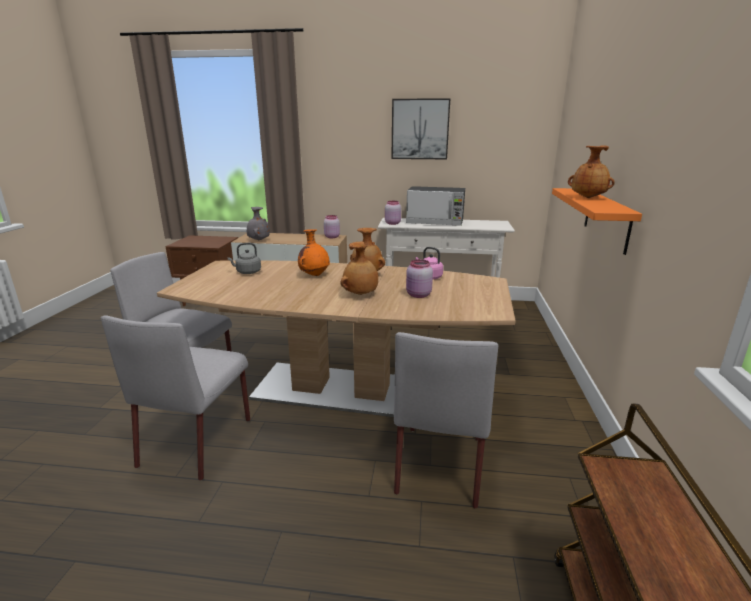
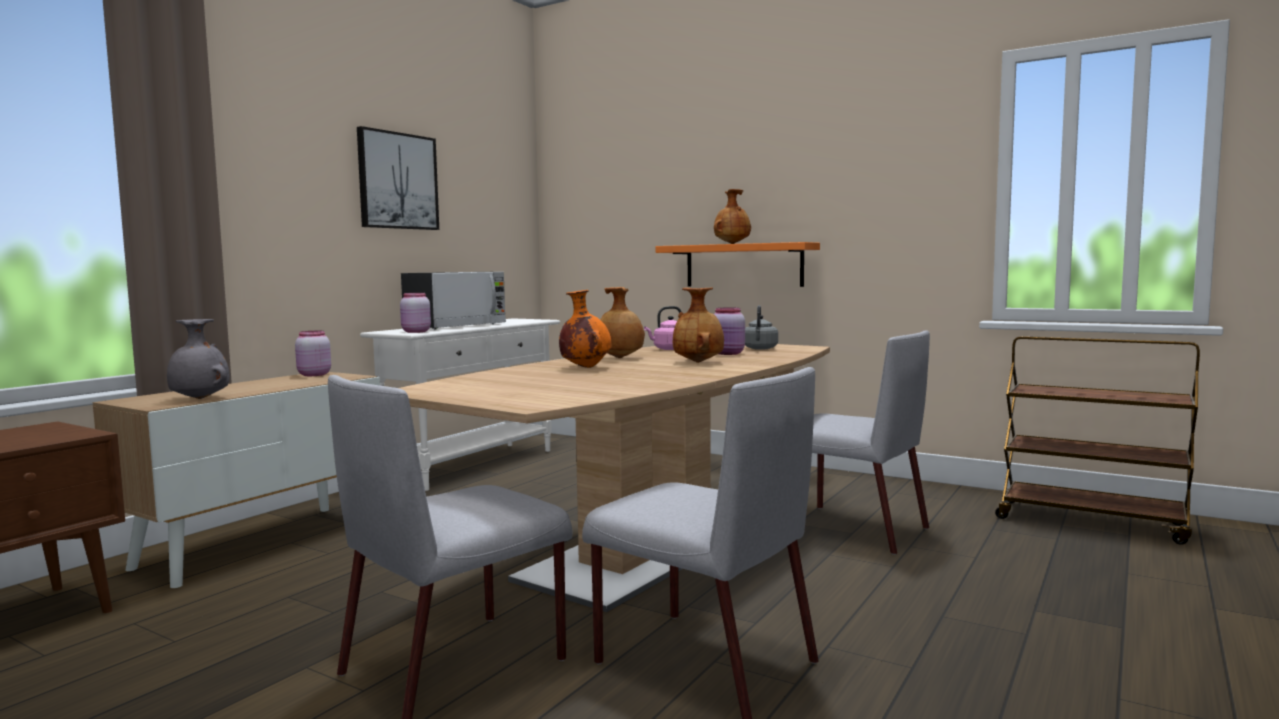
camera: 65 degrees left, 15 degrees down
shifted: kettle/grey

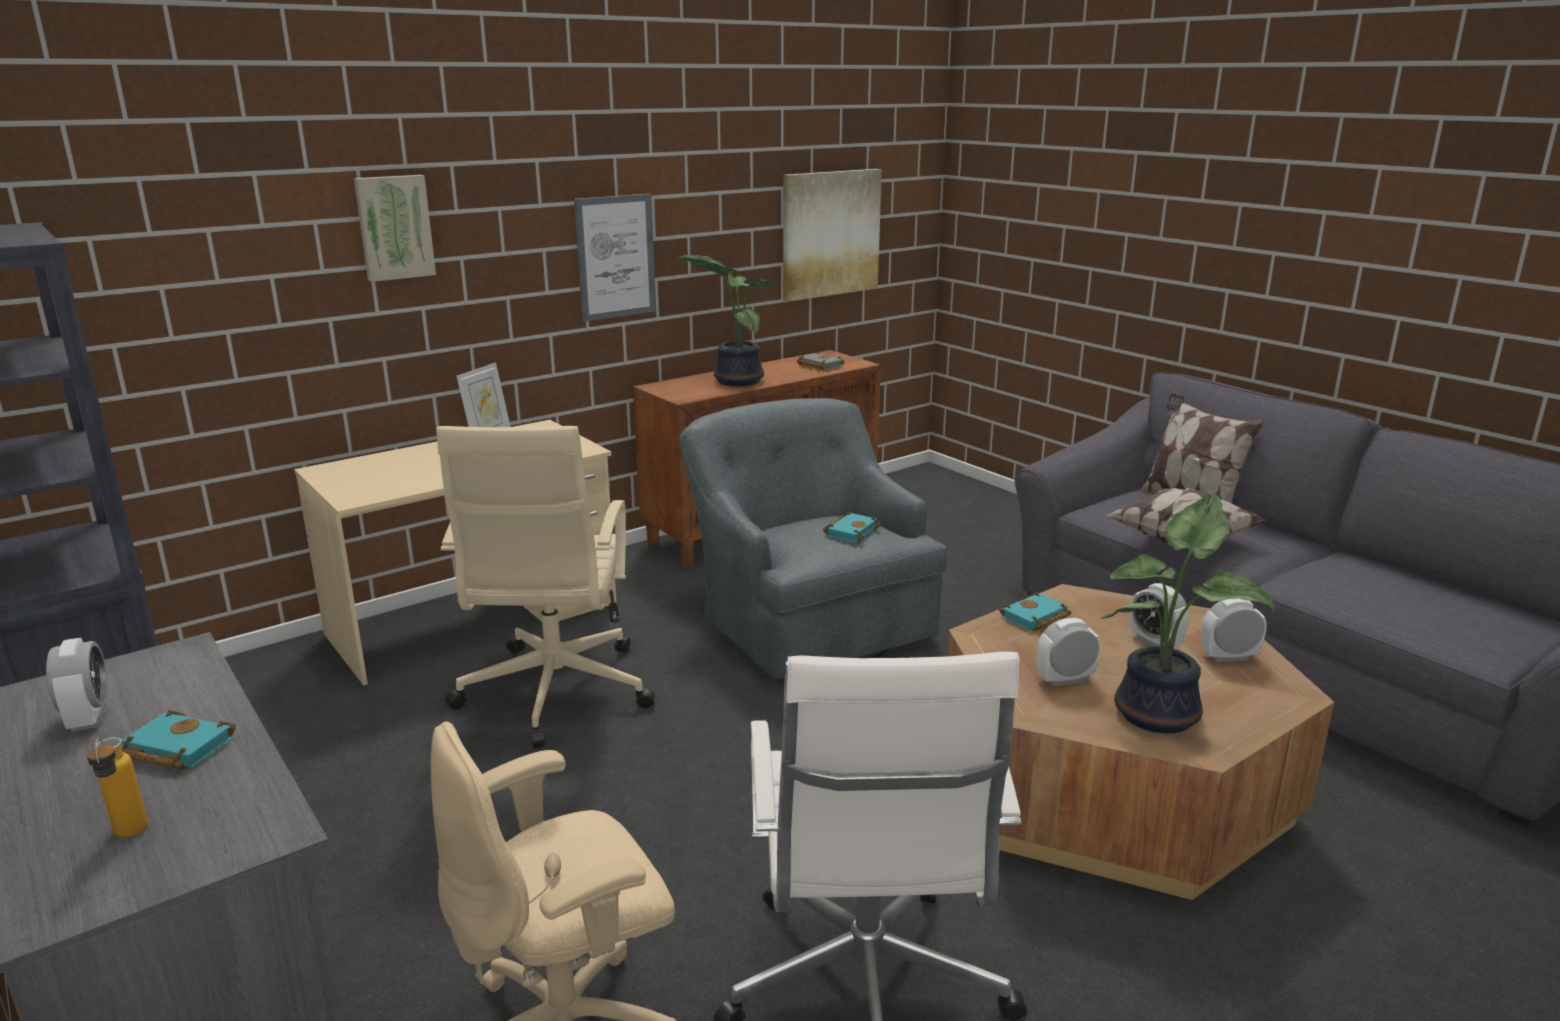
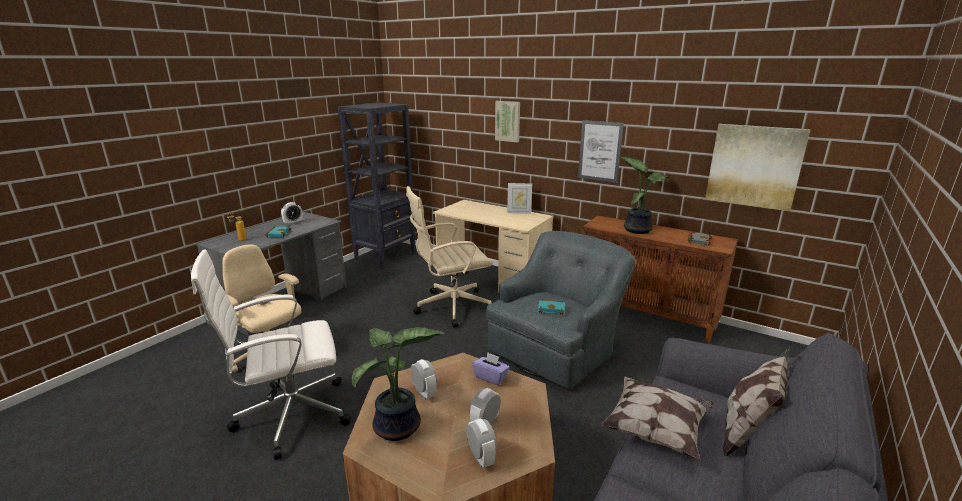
camera: 70 degrees right, 0 degrees up
swapped: book/turquoise (no. 3 from left) to tissue box/purple

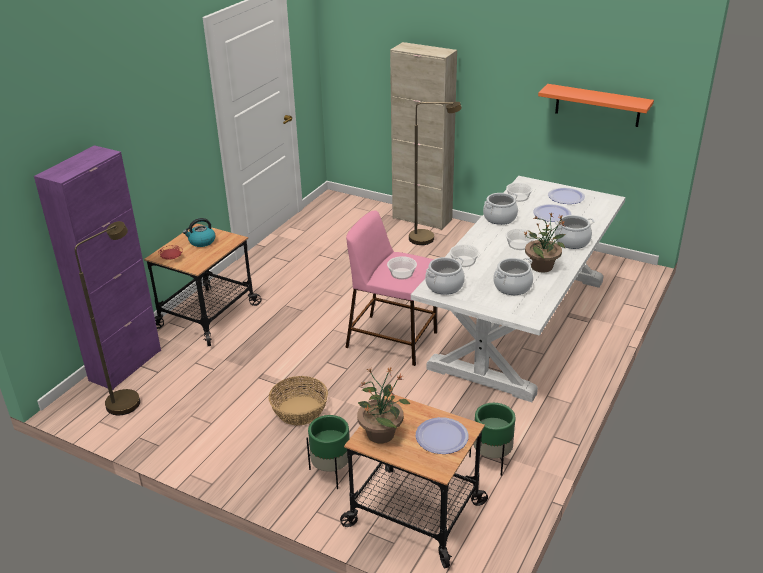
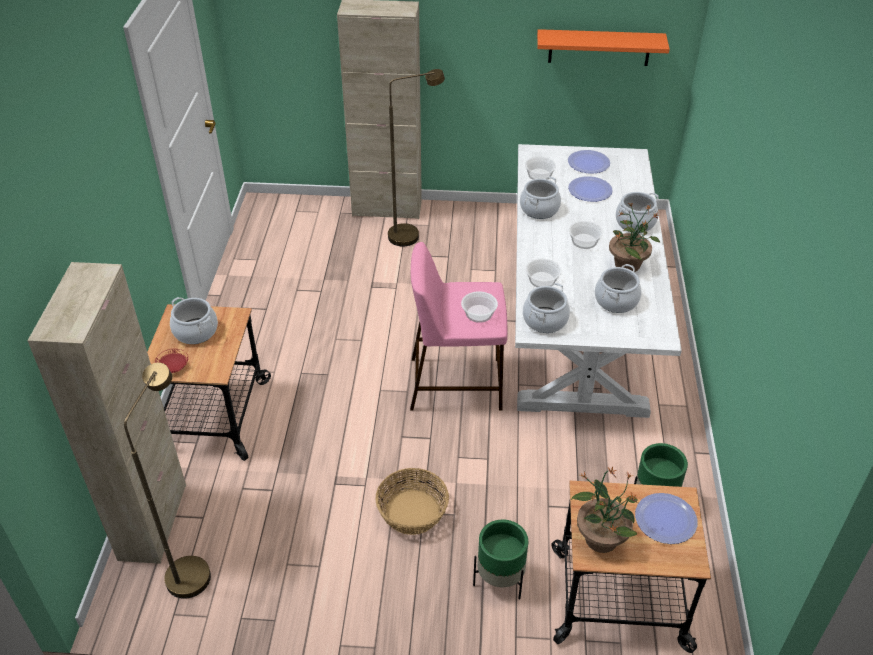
camera: 25 degrees left, 10 degrees up
swapped: kettle to cooking pot (no. 1 from left)
repainted: cabinet/purple to cabinet/beige (no. 1 from left)

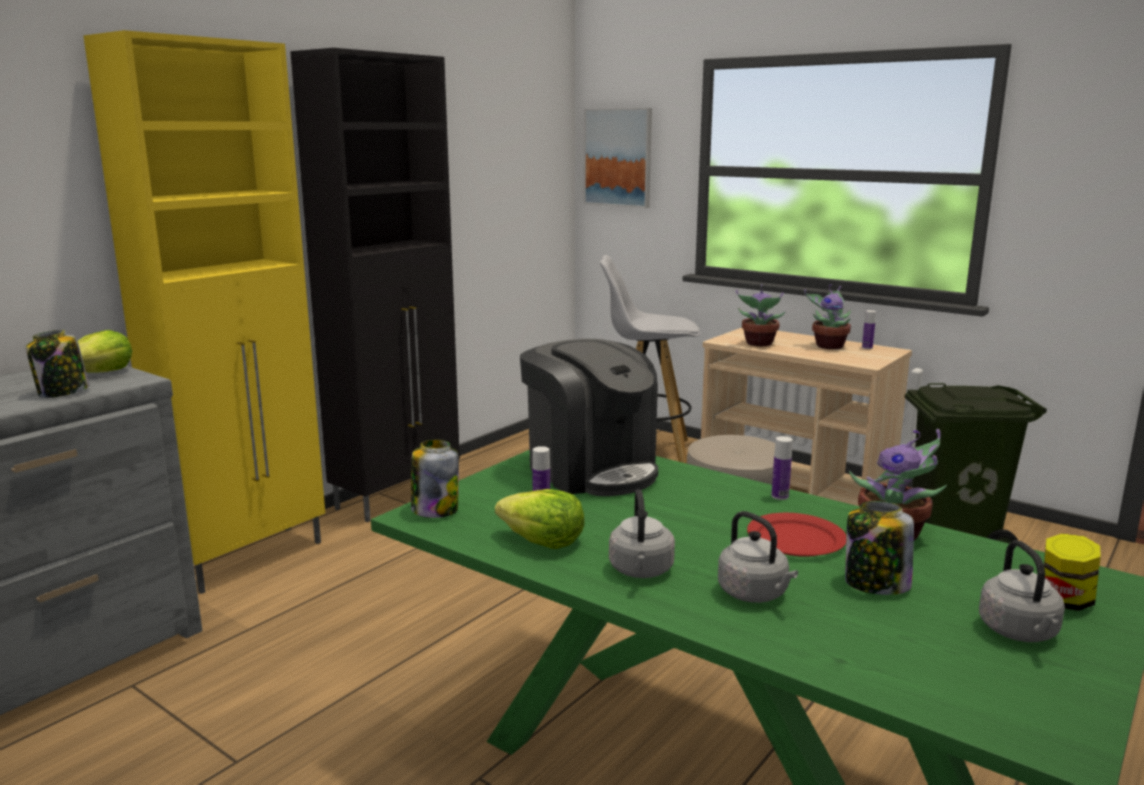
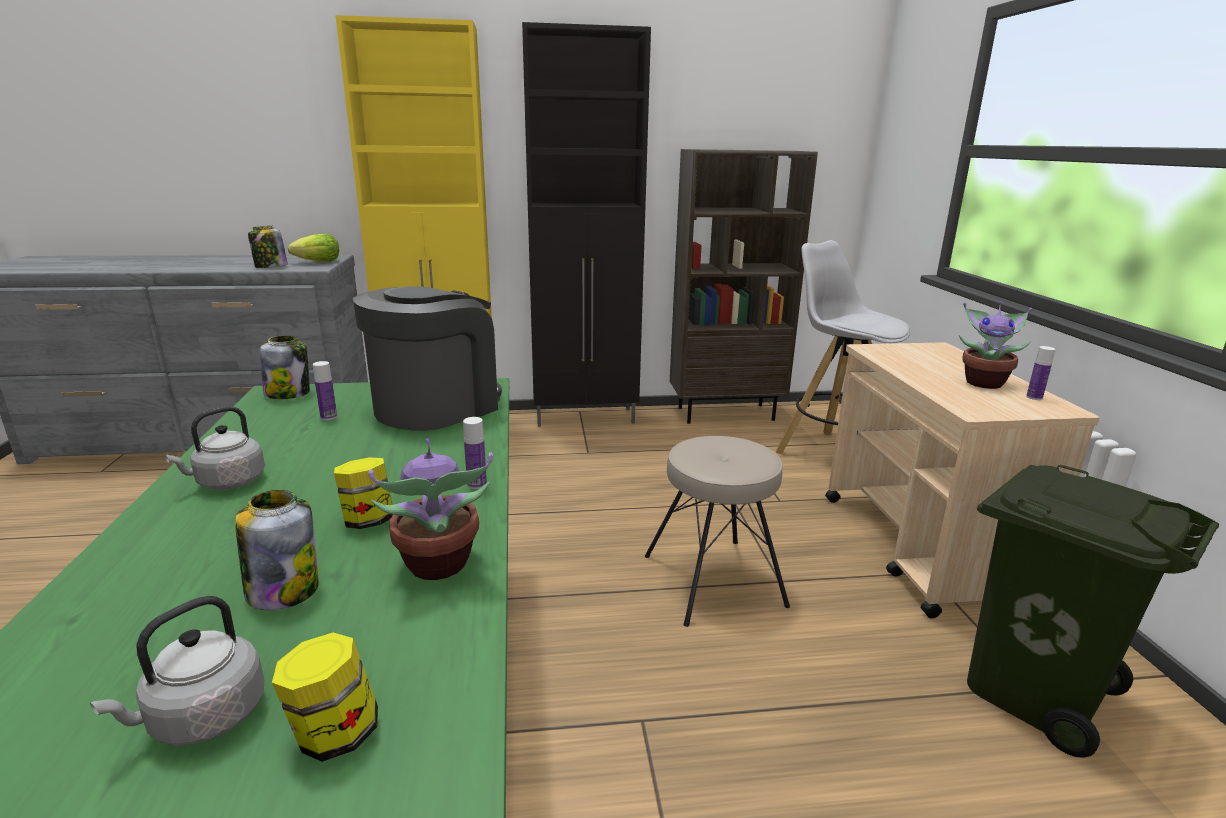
camera: 45 degrees right, 5 degrees up
gone: lettuce (no. 2 from left); picture; kettle/grey (no. 2 from left); potted plant (no. 1 from left)
new: bookcase/brown
swapped: plate/red to jar (no. 5 from left)
rotated: coffee machine 150 degrees counterclockwise

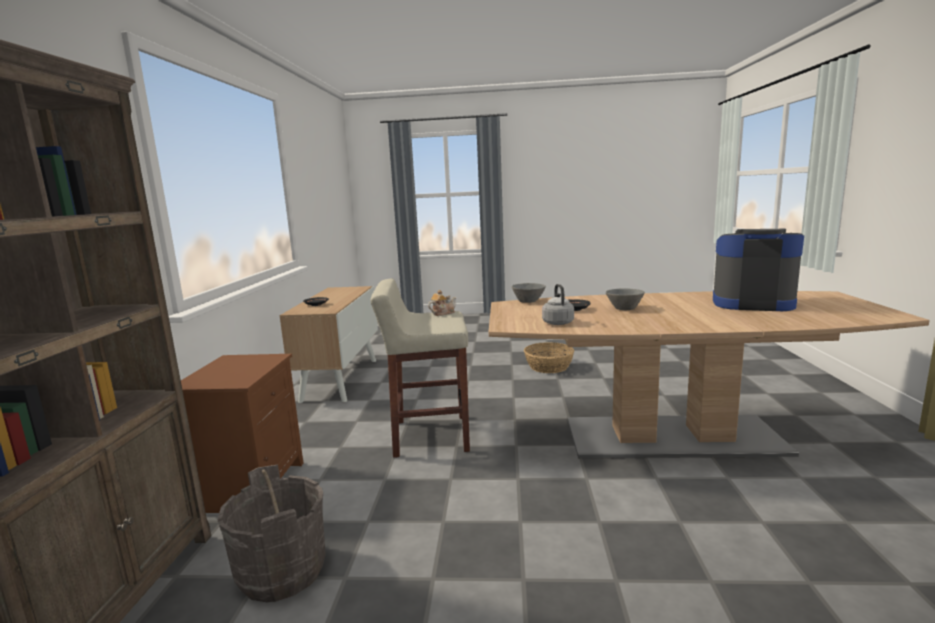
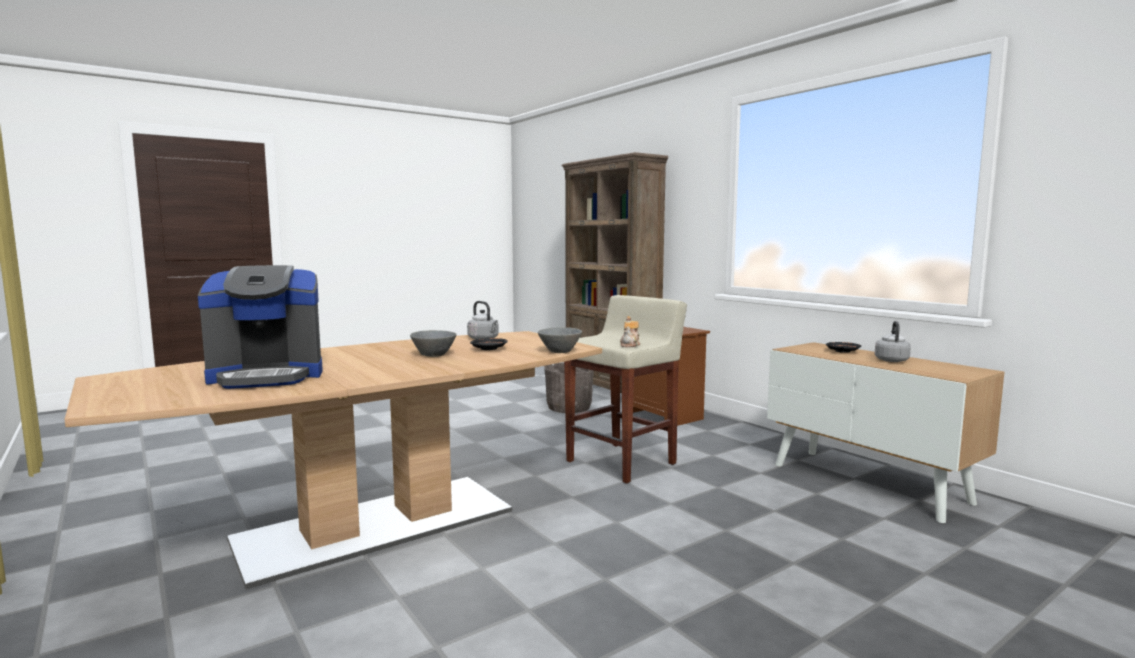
camera: 140 degrees right, 5 degrees down
gone: basket
new: kettle/grey (no. 2 from left)

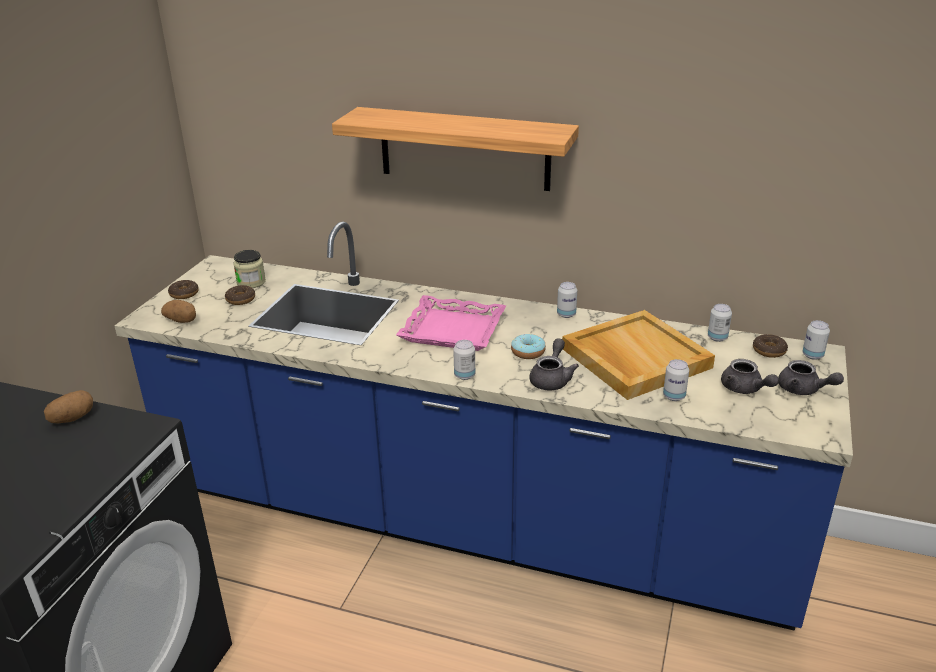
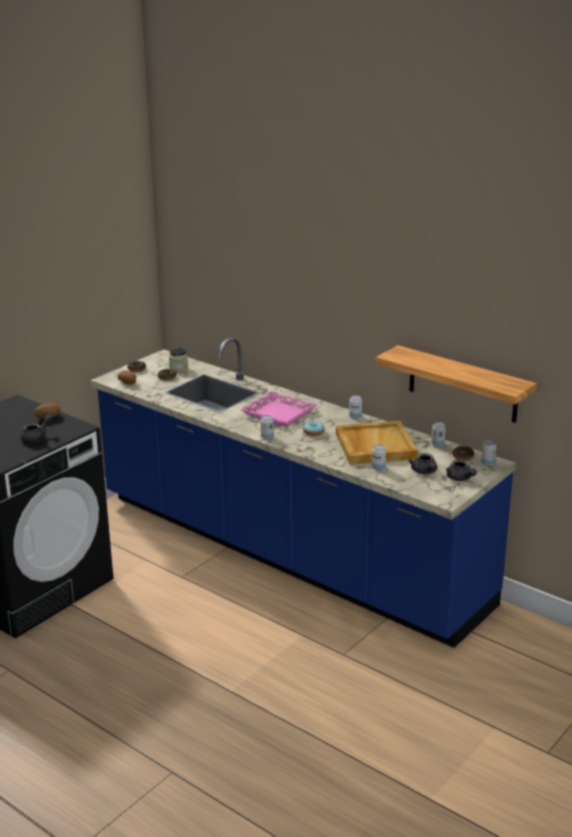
camera: 20 degrees right, 5 degrees down
shifted: shelf; teapot/grey (no. 1 from left)

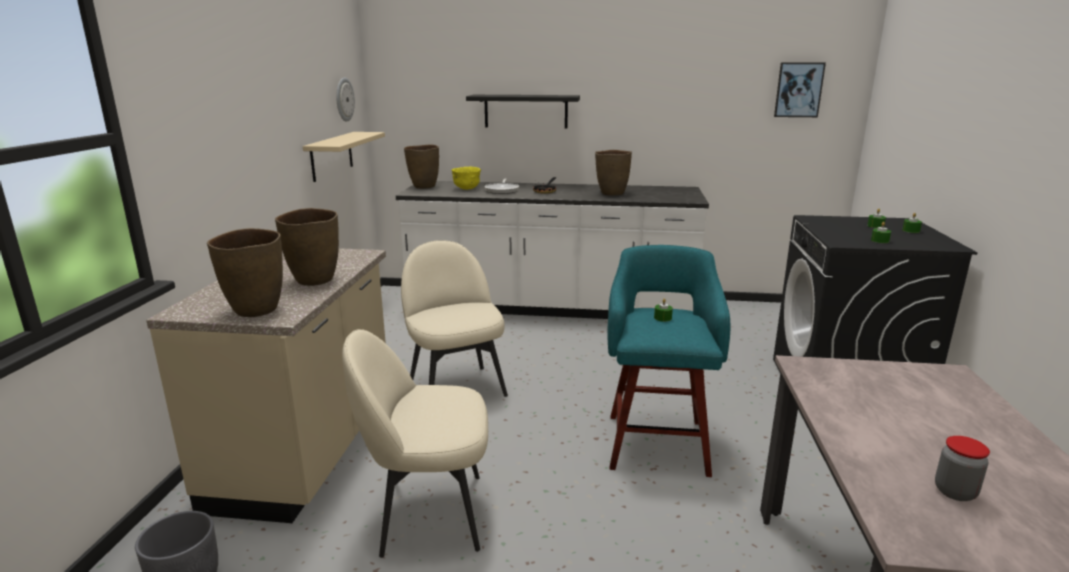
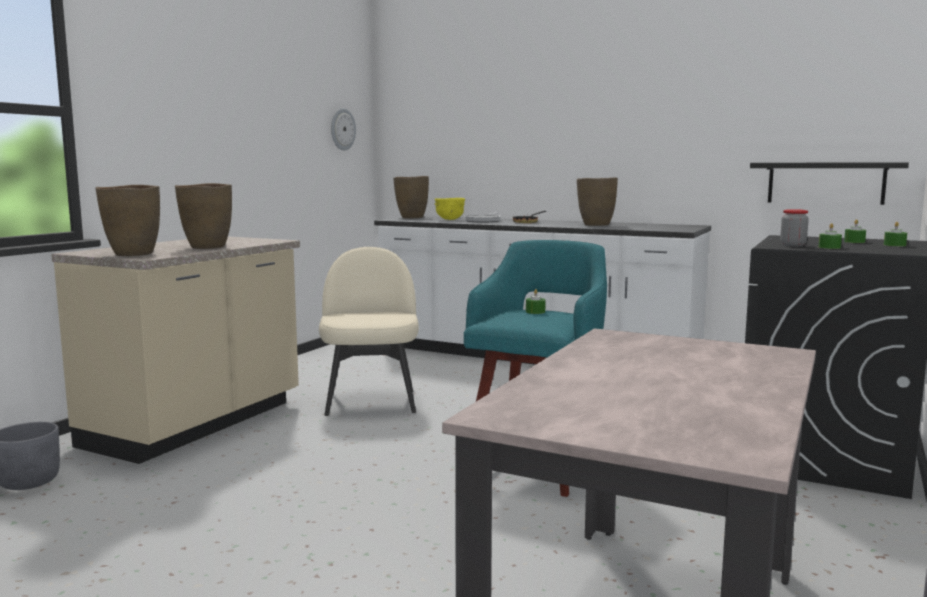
camera: 20 degrees right, 10 degrees down
gone: shelf/beige; chair/beige (no. 1 from left); picture
shifted: shelf/black; jar

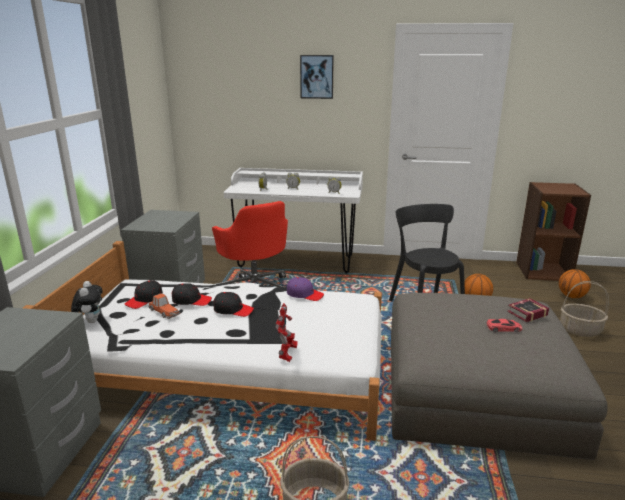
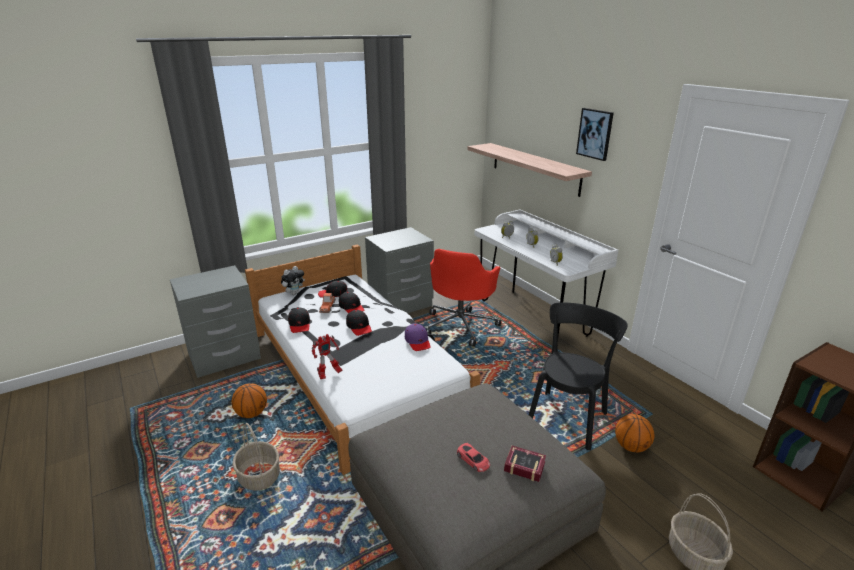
camera: 50 degrees right, 5 degrees up
new: cap/black (no. 1 from left); shelf
shifted: basketball (no. 2 from left in the first image) to basketball (no. 1 from left)

